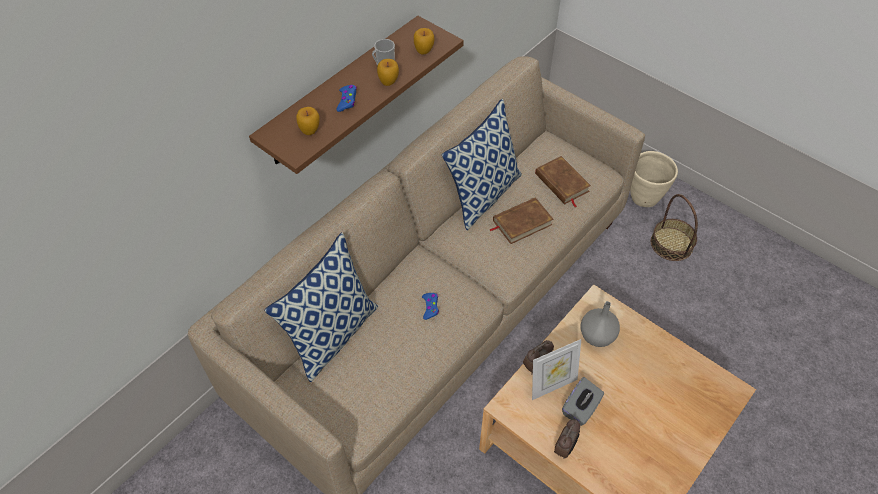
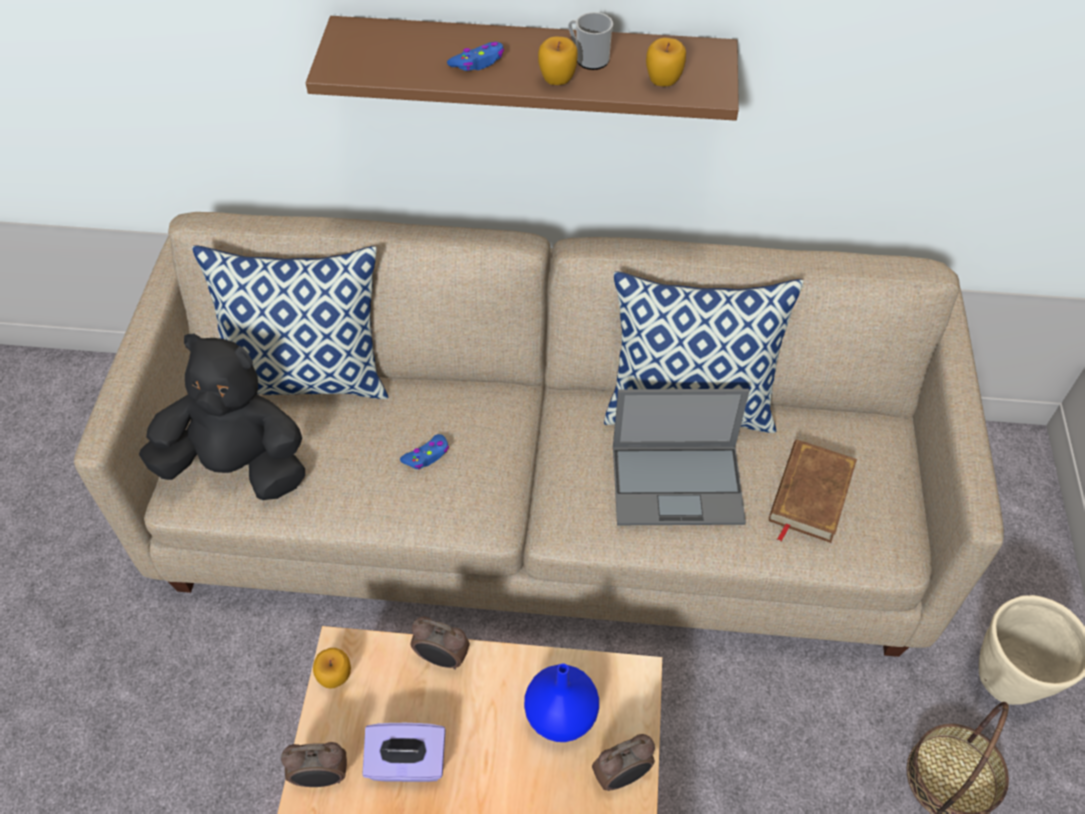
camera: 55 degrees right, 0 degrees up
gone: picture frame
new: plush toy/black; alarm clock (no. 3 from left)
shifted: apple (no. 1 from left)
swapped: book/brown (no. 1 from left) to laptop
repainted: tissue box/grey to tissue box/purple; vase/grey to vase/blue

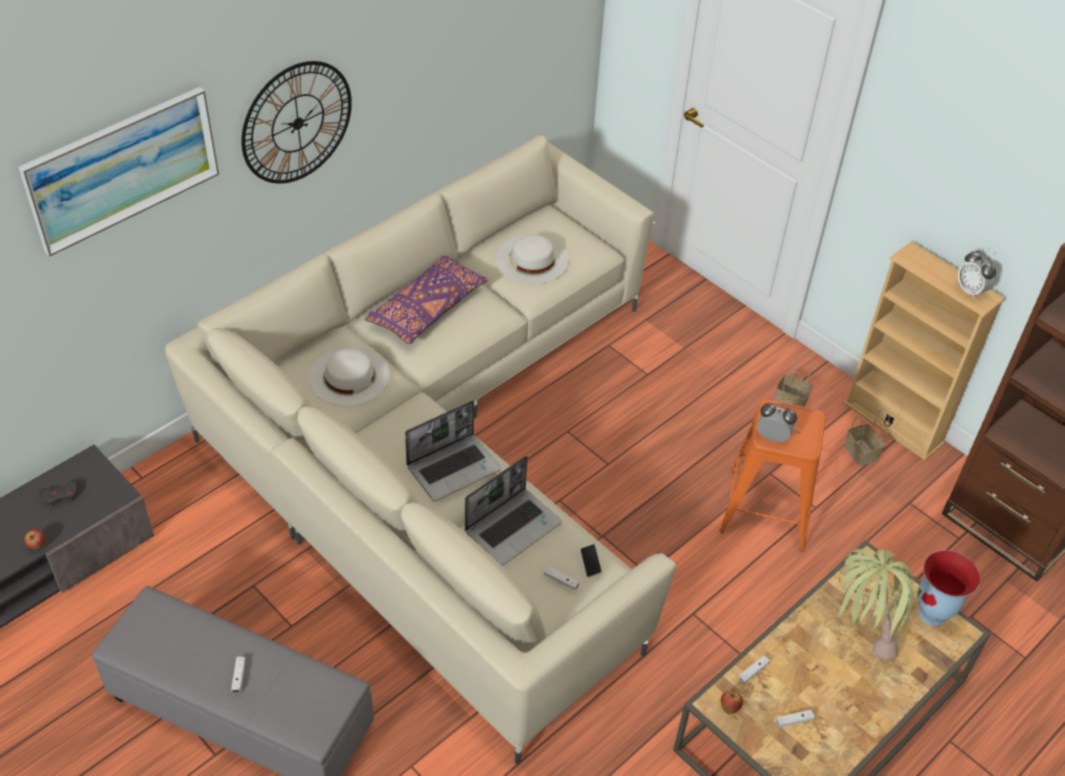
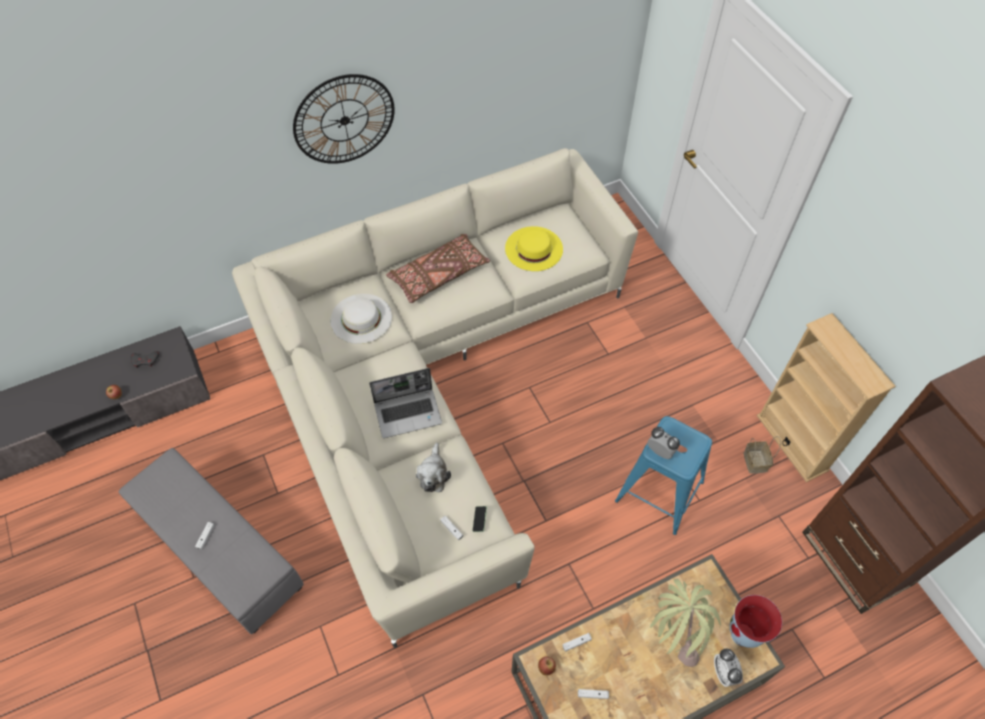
camera: 20 degrees right, 10 degrees up
gone: picture; basket (no. 1 from left)
shifted: alarm clock (no. 2 from left)
swapped: laptop (no. 2 from left) to plush toy
repainted: pillow/purple to pillow/brown; hat/white (no. 2 from left) to hat/yellow; stool/orange to stool/blue

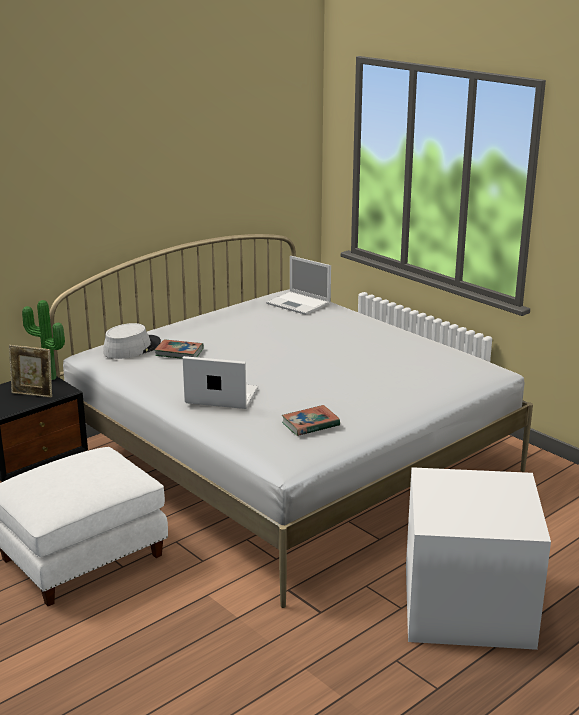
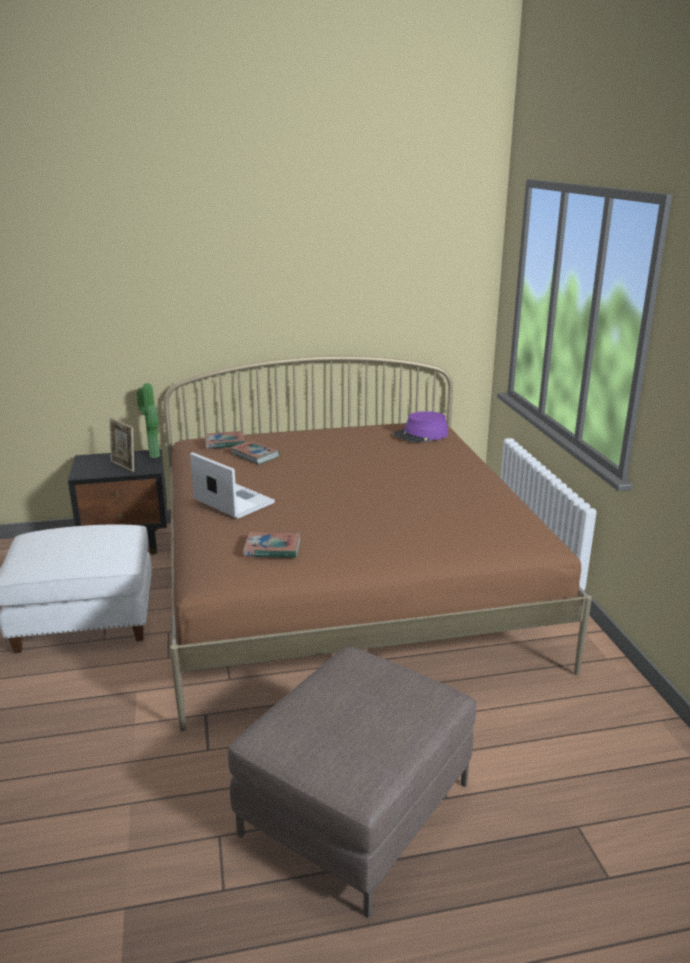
camera: 30 degrees right, 0 degrees up
swapped: hat/grey to book (no. 1 from left); laptop (no. 2 from left) to hat/purple; storage box/white to ottoman/brown
repainted: bed/white to bed/brown

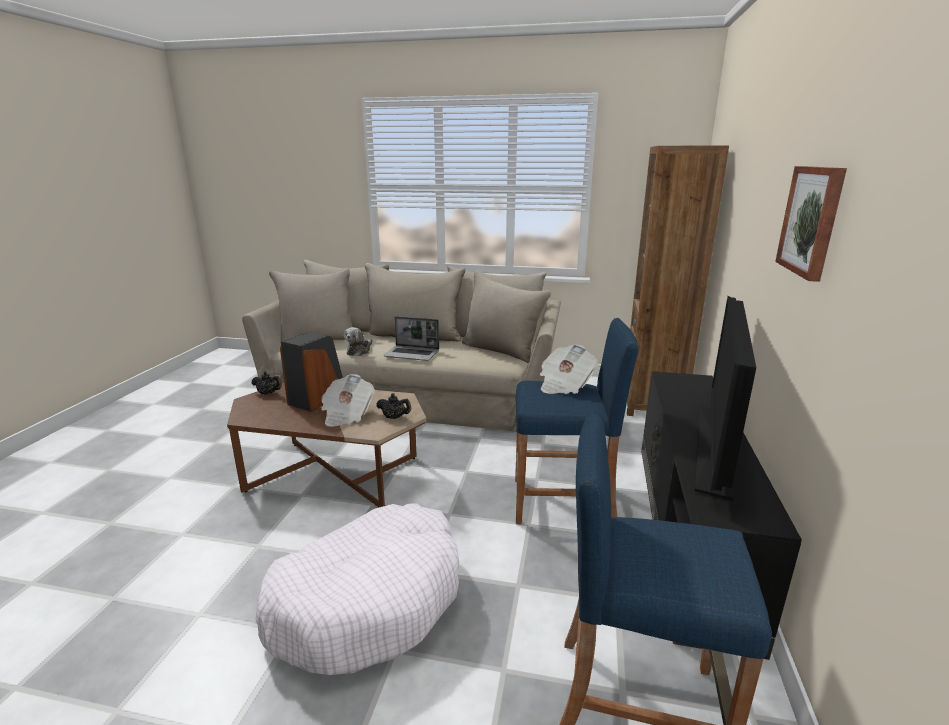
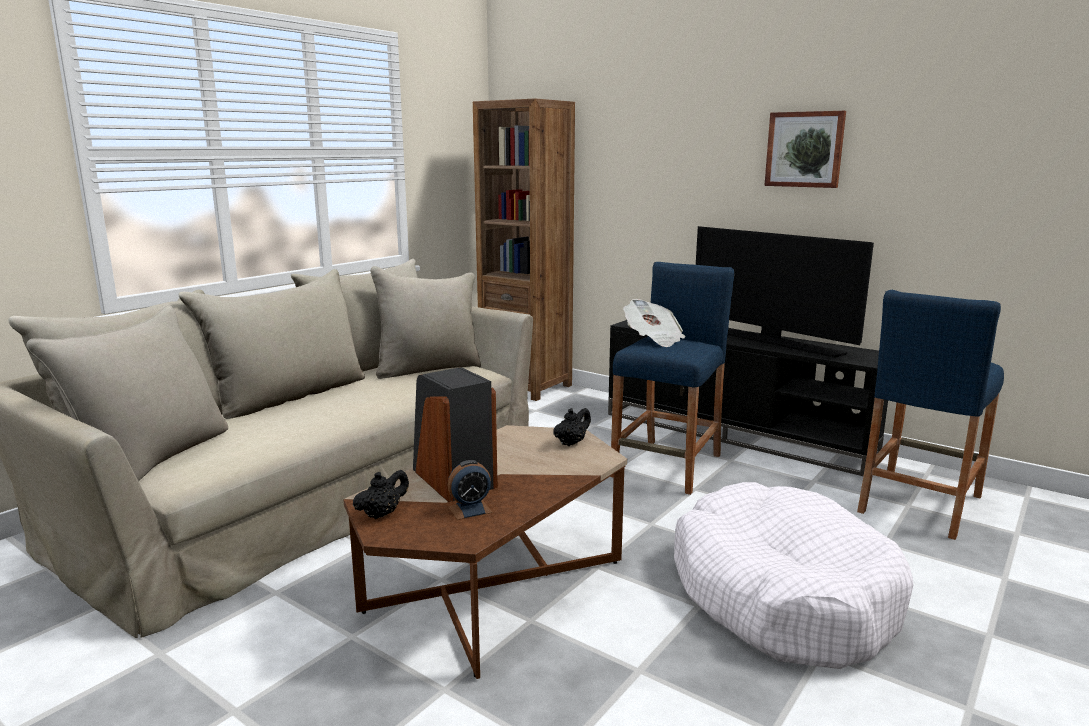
camera: 65 degrees left, 5 degrees down
gone: newspaper (no. 1 from left); plush toy; laptop
new: alarm clock

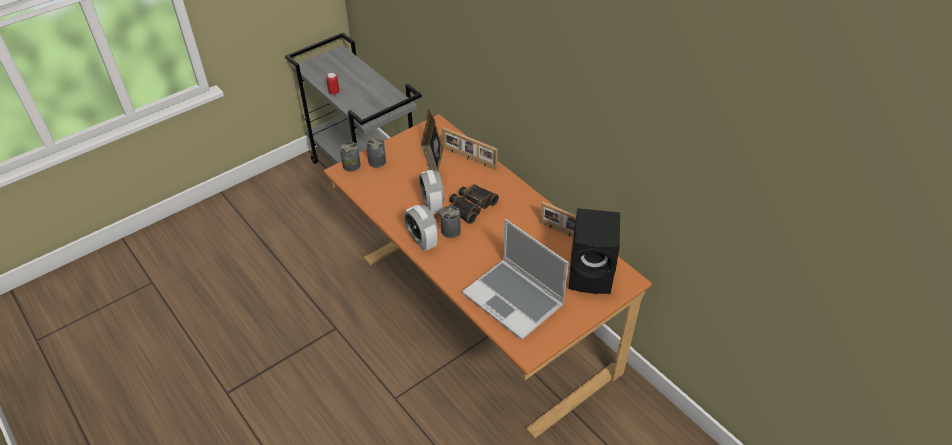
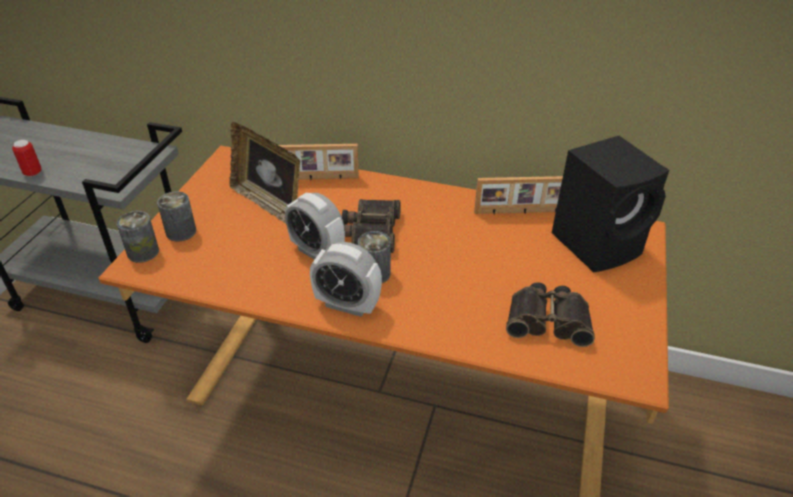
camera: 35 degrees left, 5 degrees down
swapped: laptop to binoculars (no. 2 from left)

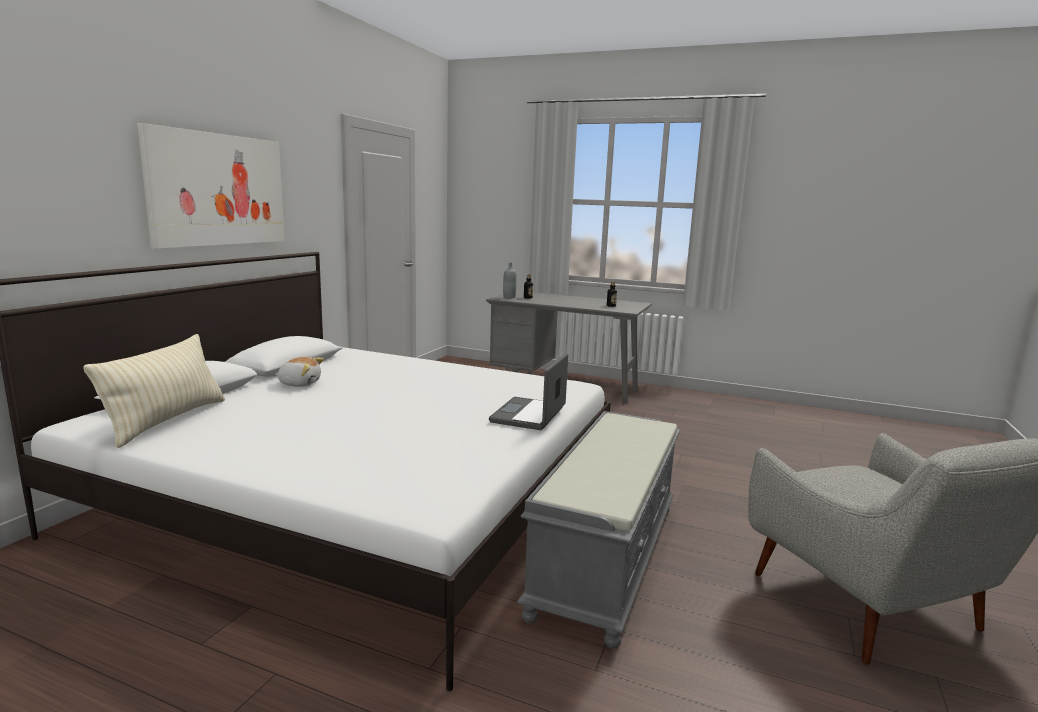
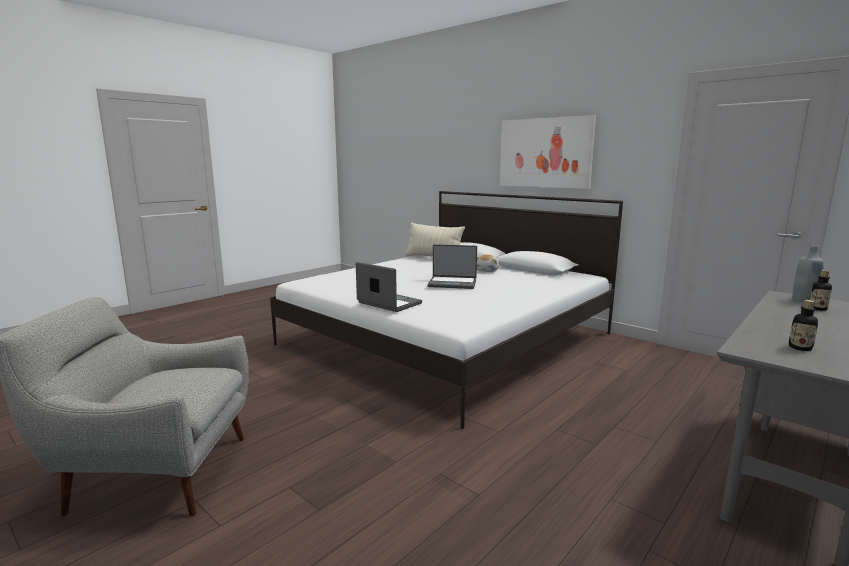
camera: 110 degrees right, 0 degrees up
gone: bench/grey
new: laptop (no. 2 from left)

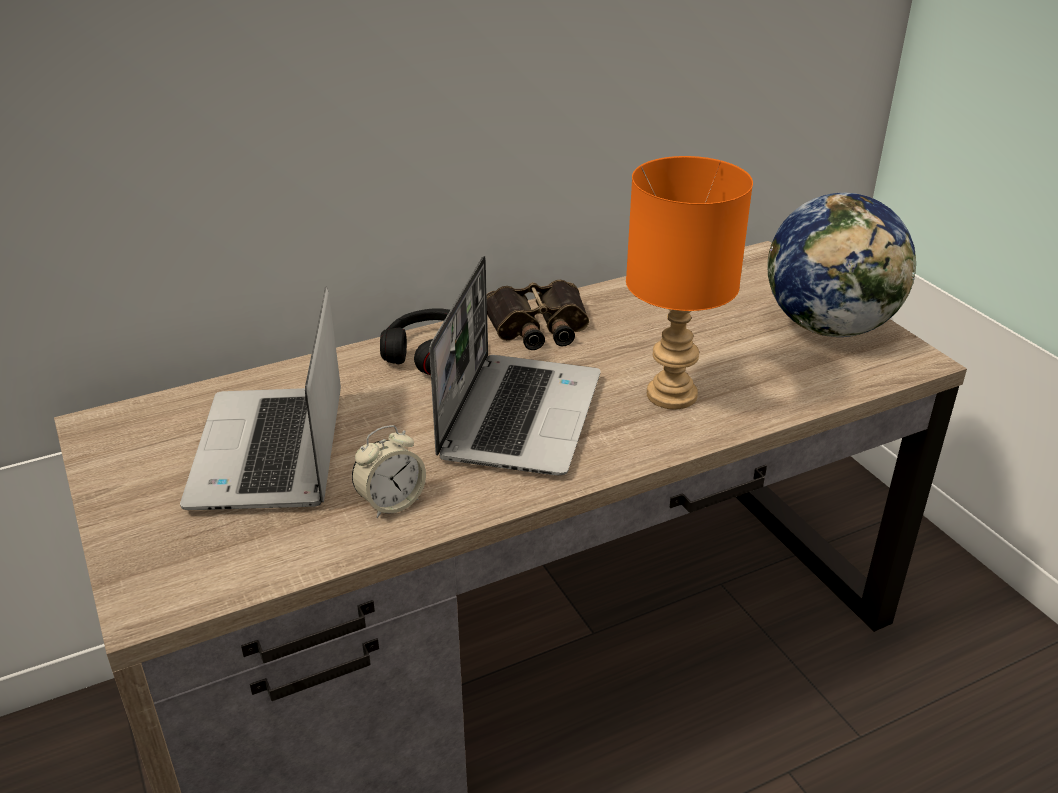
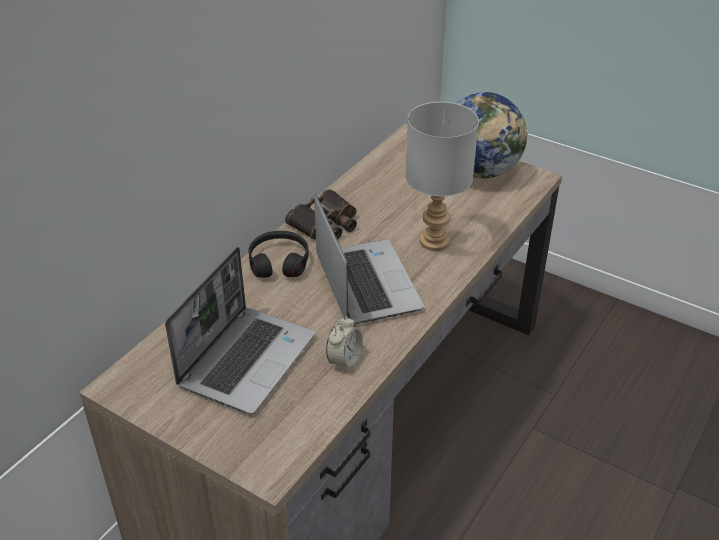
camera: 30 degrees left, 5 degrees up
repainted: table lamp/orange to table lamp/grey
rotated: laptop (no. 1 from left) 120 degrees counterclockwise

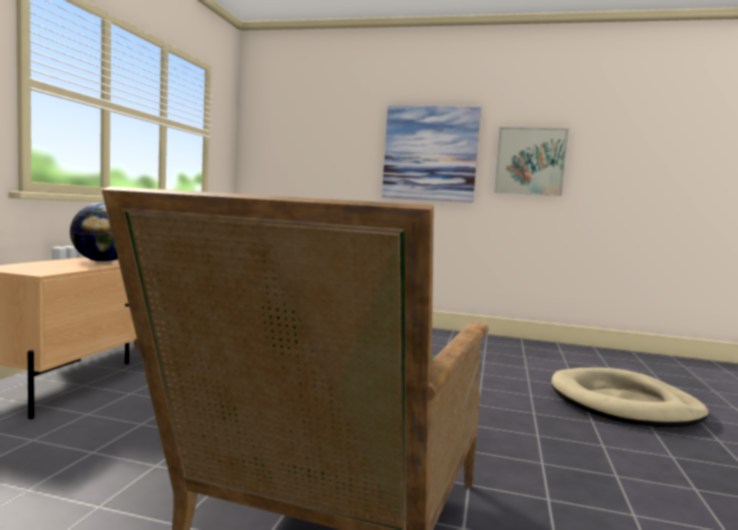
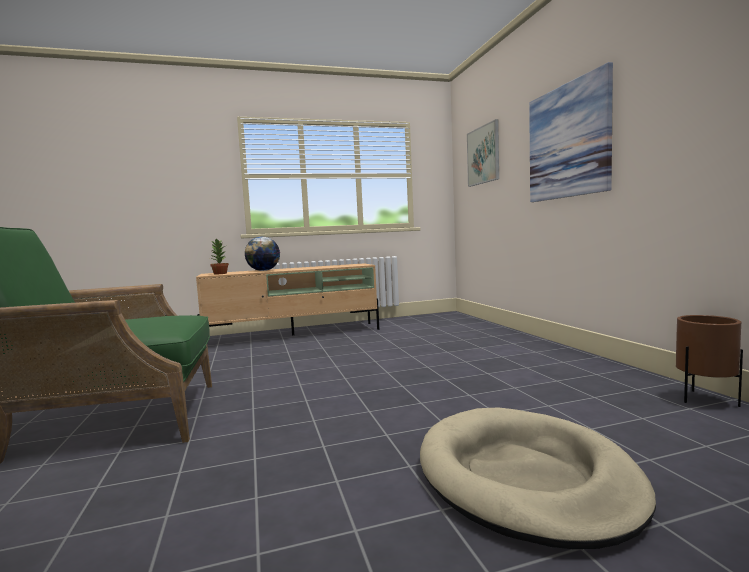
camera: 60 degrees right, 0 degrees up
new: potted plant; planter/brown
shifted: picture (no. 2 from left in the first image) to picture (no. 1 from left)

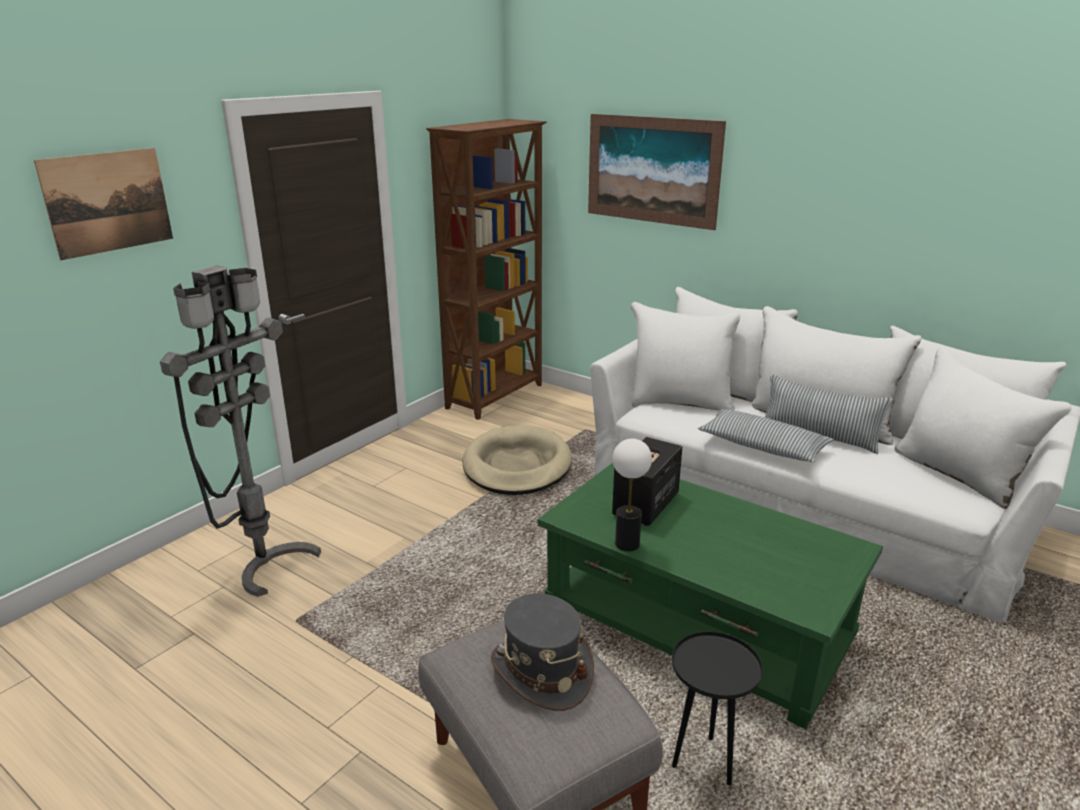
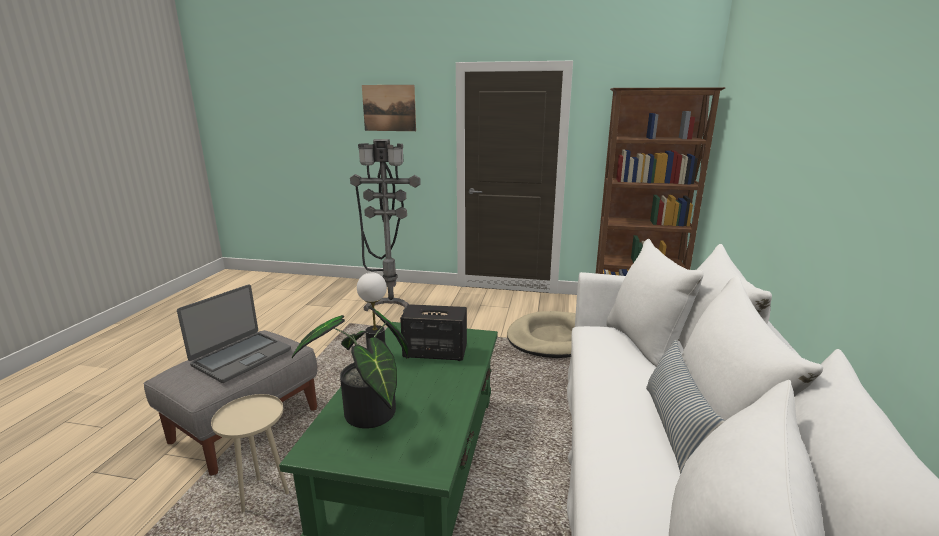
camera: 65 degrees right, 5 degrees down
gone: picture (no. 2 from left); pillow (no. 1 from left)
new: potted plant
swapped: hat/grey to laptop
repainted: side table/black to side table/beige

